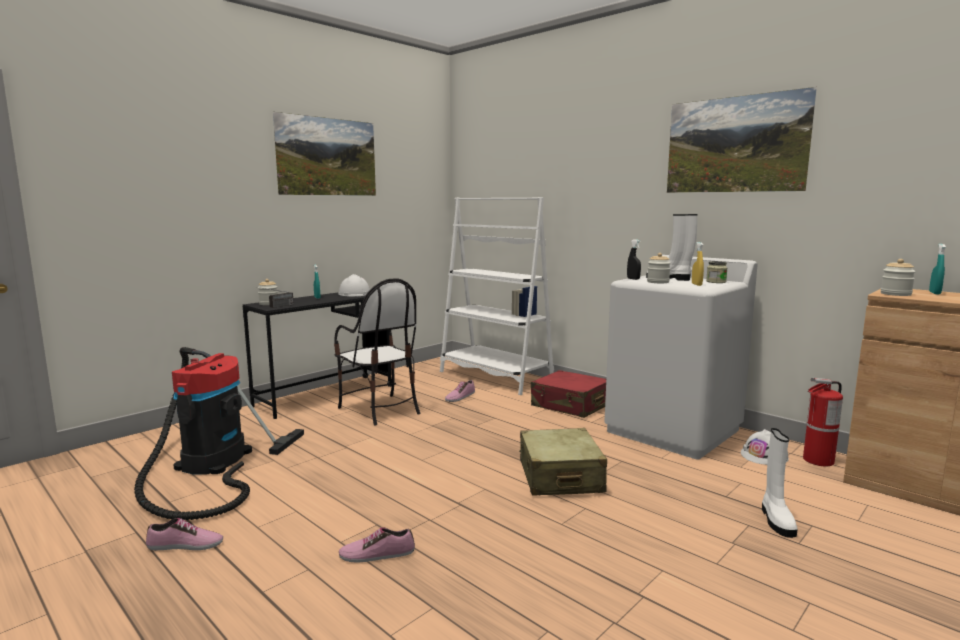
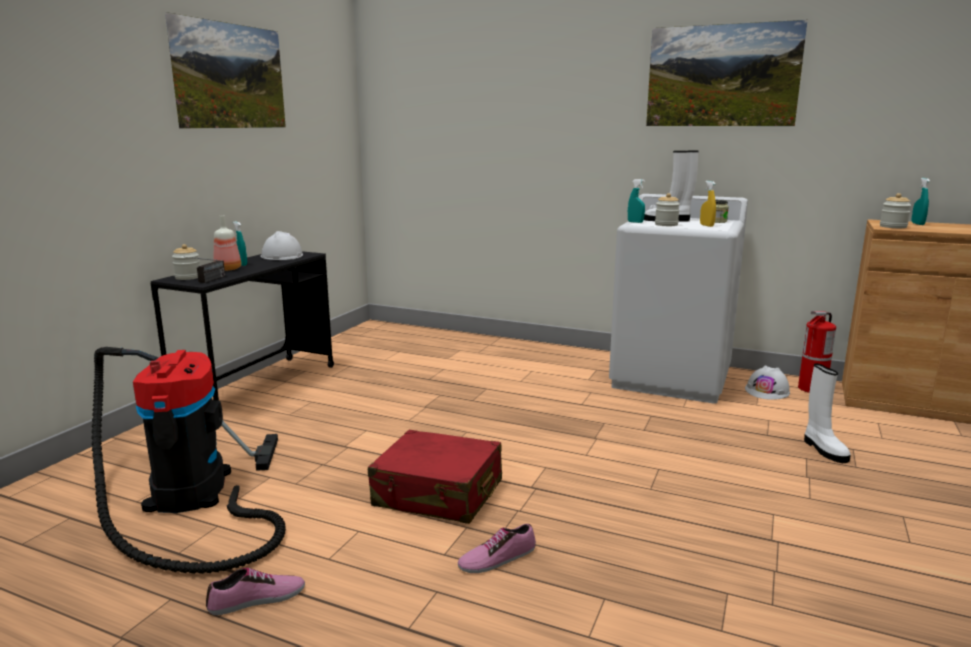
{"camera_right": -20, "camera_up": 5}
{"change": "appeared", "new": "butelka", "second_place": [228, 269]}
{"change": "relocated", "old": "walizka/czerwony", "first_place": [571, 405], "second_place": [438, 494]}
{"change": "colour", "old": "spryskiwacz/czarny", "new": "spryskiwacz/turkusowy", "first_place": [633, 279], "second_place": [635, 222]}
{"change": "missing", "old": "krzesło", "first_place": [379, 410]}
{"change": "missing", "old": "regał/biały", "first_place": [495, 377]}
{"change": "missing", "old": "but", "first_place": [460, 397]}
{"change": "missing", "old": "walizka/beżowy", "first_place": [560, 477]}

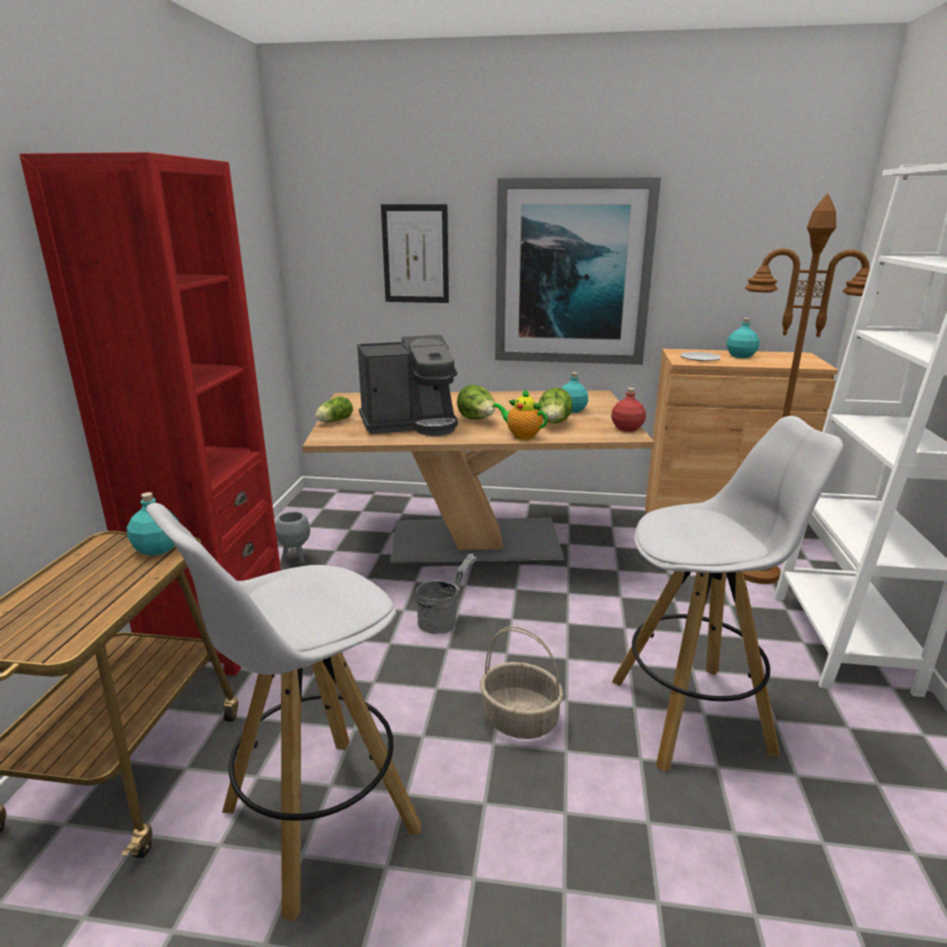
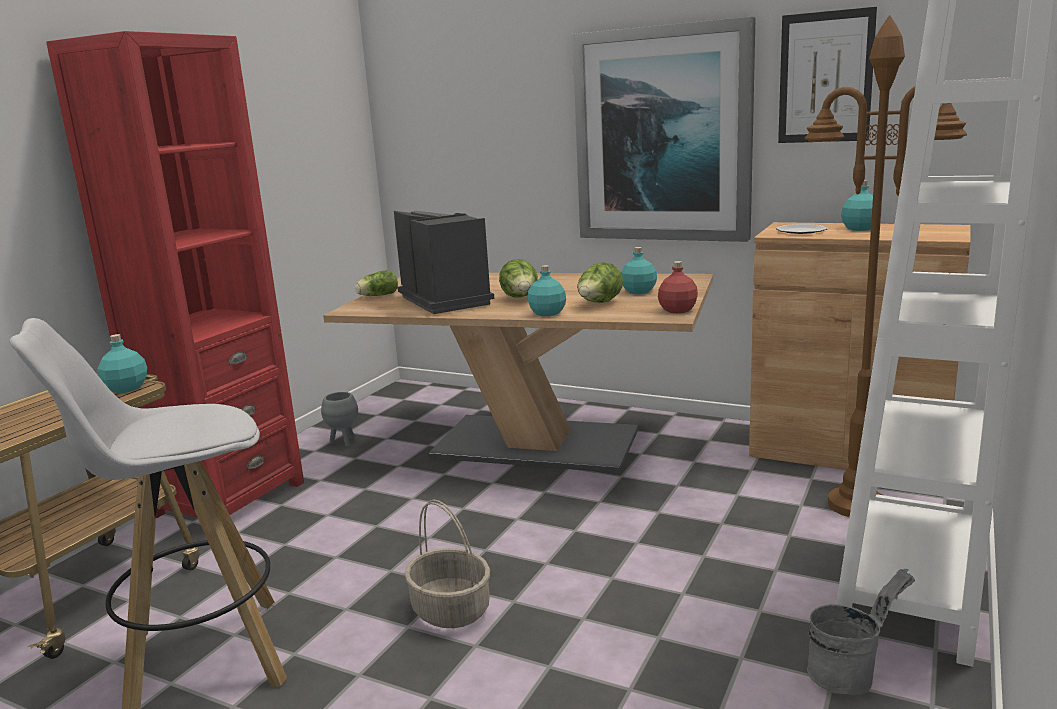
{"camera_right": 20, "camera_up": -5}
{"change": "spun", "old": "ekspres do kawy", "first_place": [411, 424], "second_place": [448, 300], "degrees": -120}
{"change": "exchanged", "old": "imbryk", "new": "butelka/turkusowy", "first_place": [521, 436], "second_place": [548, 313]}
{"change": "relocated", "old": "obraz", "first_place": [415, 254], "second_place": [825, 77]}
{"change": "relocated", "old": "wiadro/szary", "first_place": [443, 621], "second_place": [850, 673]}
{"change": "missing", "old": "stołek/biały", "first_place": [693, 715]}

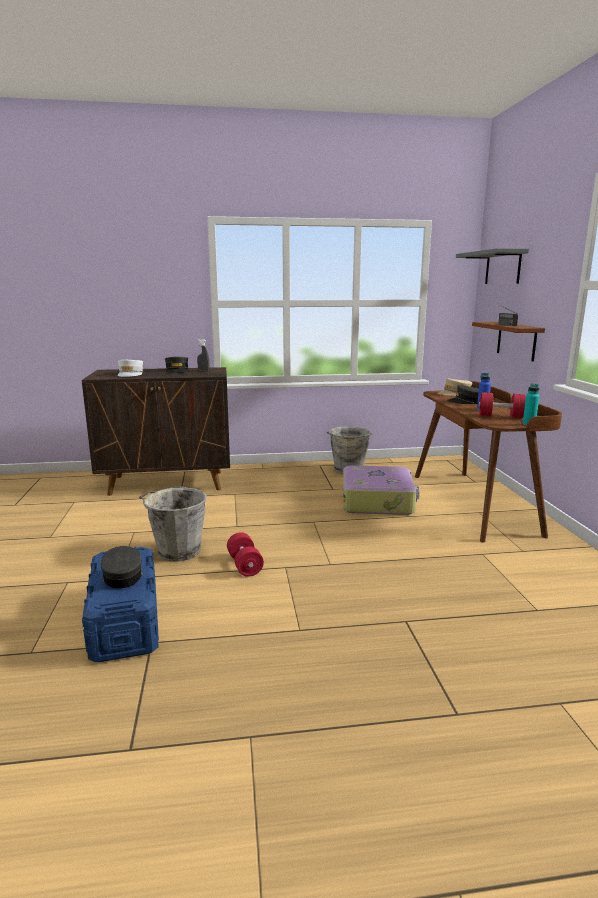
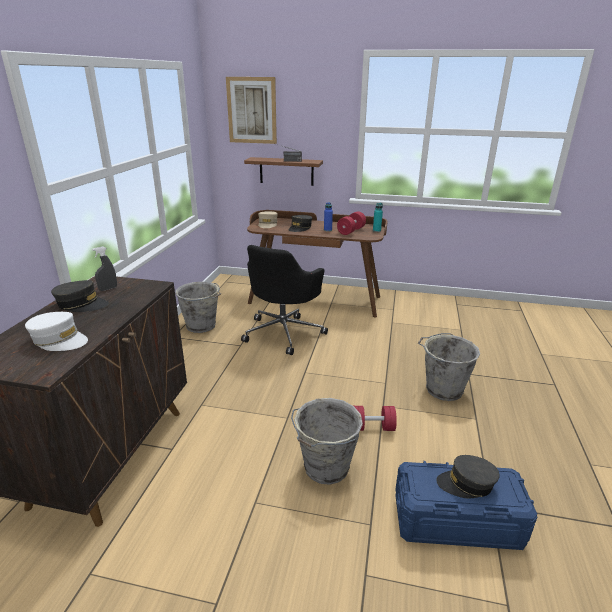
{"camera_right": -70, "camera_up": 10}
{"change": "exchanged", "old": "półka/szary", "new": "obraz", "first_place": [503, 267], "second_place": [252, 110]}
{"change": "exchanged", "old": "walizka", "new": "krzesło biurowe/czarny", "first_place": [378, 501], "second_place": [284, 332]}
{"change": "appeared", "new": "wiadro/szary", "second_place": [442, 389]}

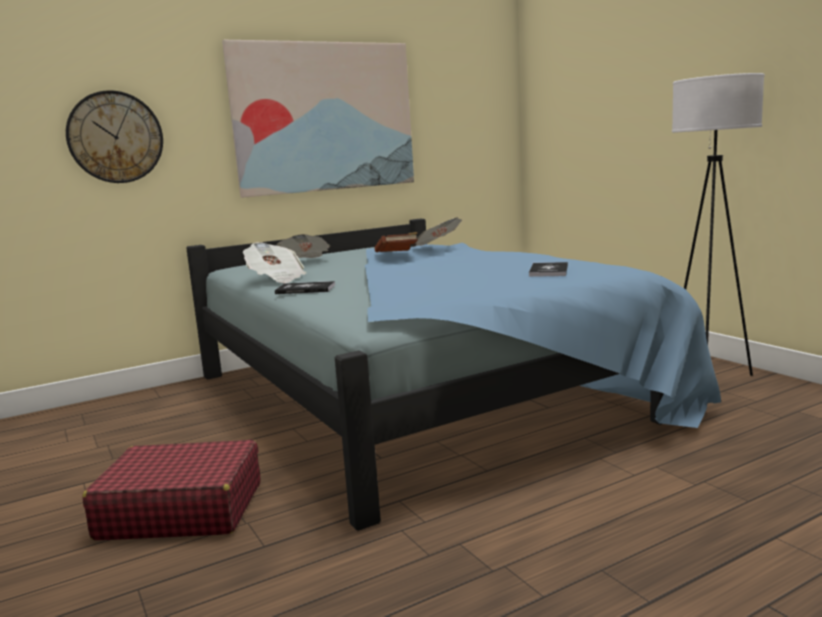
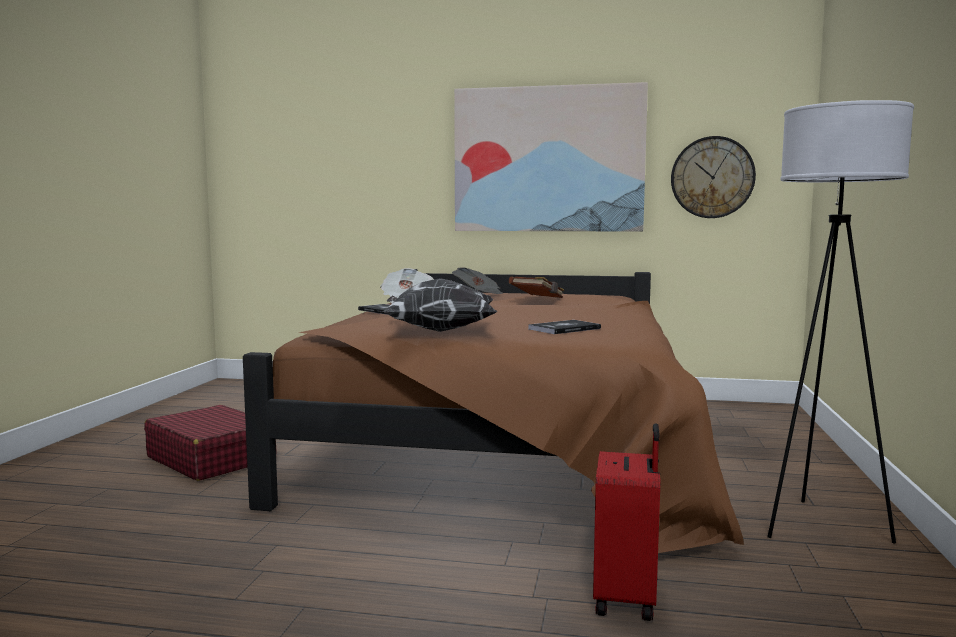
{"camera_right": 40, "camera_up": -5}
{"change": "colour", "old": "łóżko/niebieski", "new": "łóżko/brązowy", "first_place": [423, 395], "second_place": [508, 445]}
{"change": "appeared", "new": "poduszka", "second_place": [439, 331]}
{"change": "appeared", "new": "walizka/czerwony", "second_place": [627, 598]}
{"change": "relocated", "old": "zegar ścienny", "first_place": [115, 137], "second_place": [712, 177]}
{"change": "missing", "old": "gazeta", "first_place": [436, 247]}

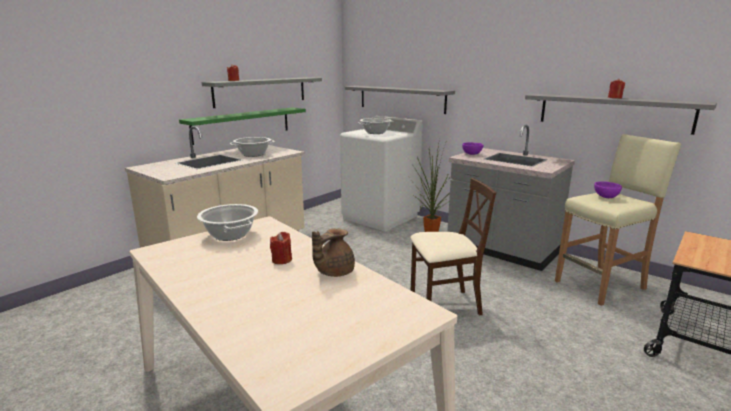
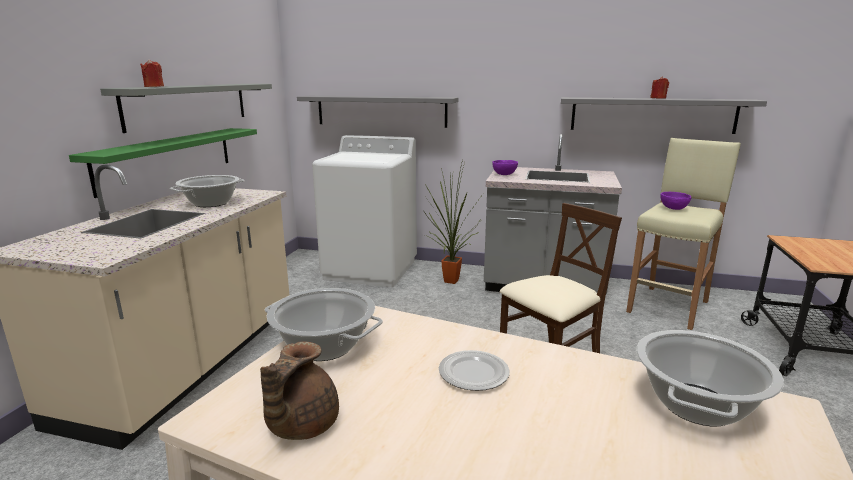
{"camera_right": -25, "camera_up": 0}
{"change": "relocated", "old": "imbryk/brązowy", "first_place": [333, 272], "second_place": [300, 426]}
{"change": "exchanged", "old": "świeca/czerwony", "new": "talerz", "first_place": [282, 260], "second_place": [473, 373]}
{"change": "relocated", "old": "garnek", "first_place": [375, 132], "second_place": [696, 404]}

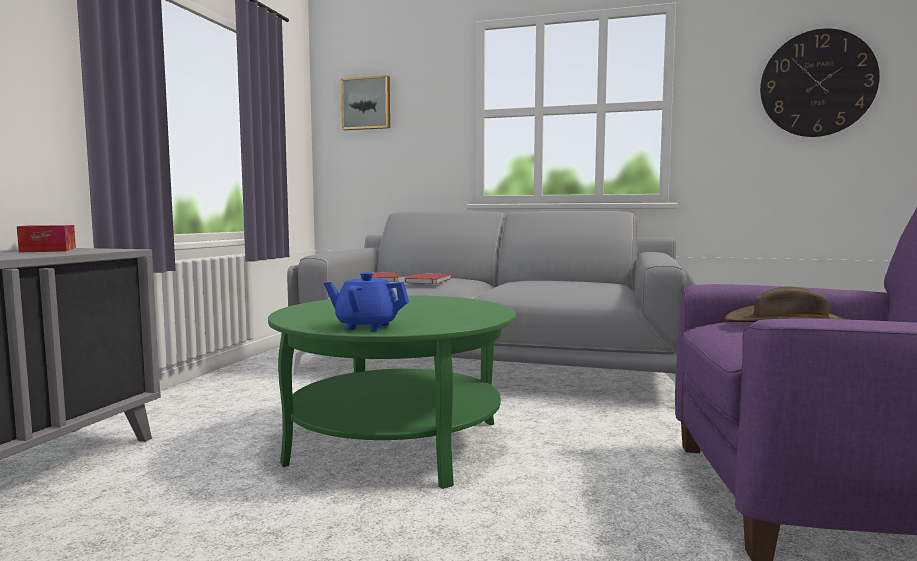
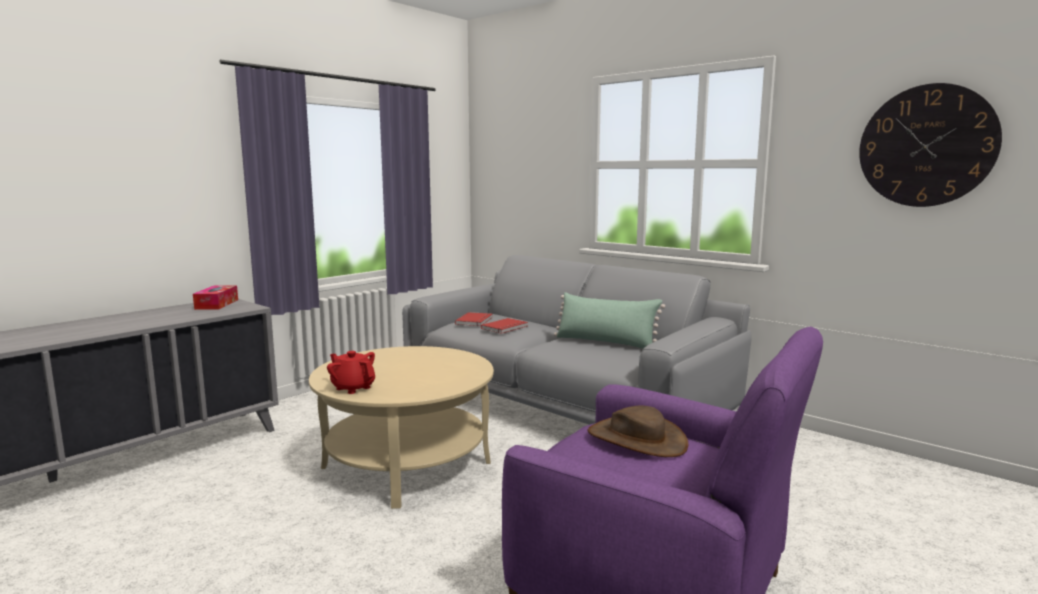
{"camera_right": 25, "camera_up": 5}
{"change": "colour", "old": "ława/zielony", "new": "ława/beżowy", "first_place": [396, 442], "second_place": [407, 464]}
{"change": "colour", "old": "imbryk/niebieski", "new": "imbryk/czerwony", "first_place": [366, 326], "second_place": [353, 388]}
{"change": "appeared", "new": "poduszka/zielony", "second_place": [605, 342]}
{"change": "missing", "old": "obraz", "first_place": [366, 103]}

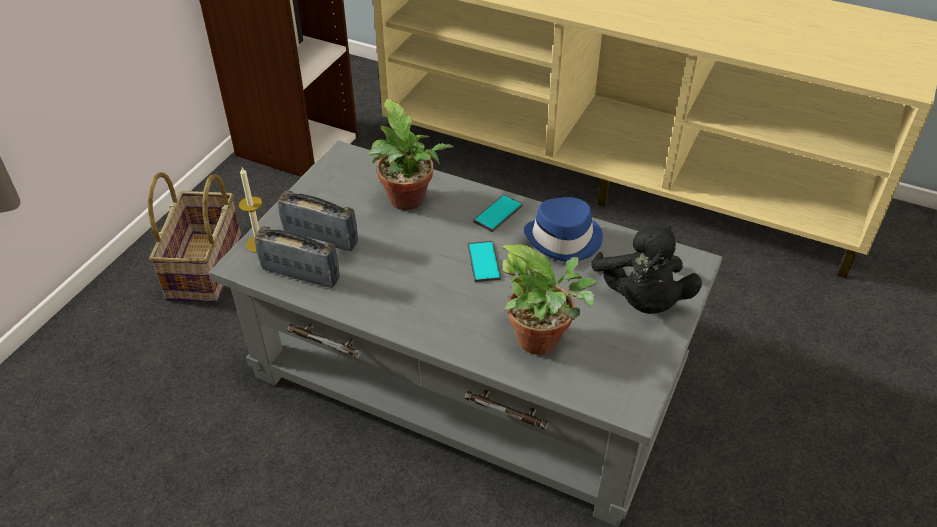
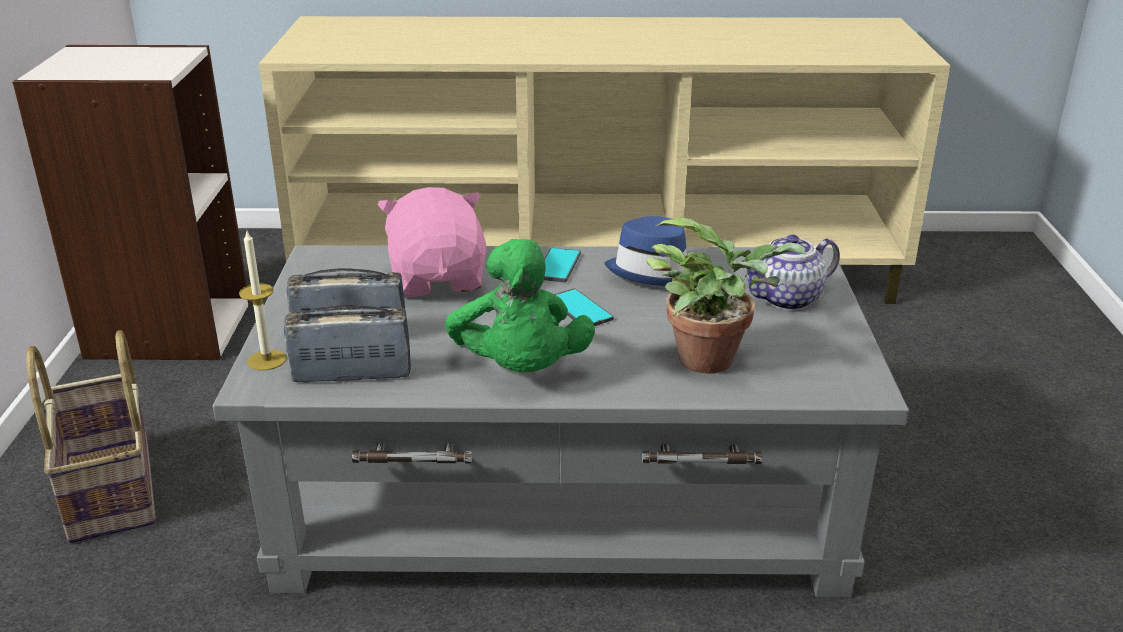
{"camera_right": -25, "camera_up": -15}
{"change": "exchanged", "old": "roślina doniczkowa", "new": "pluszak/różowy", "first_place": [408, 202], "second_place": [438, 279]}
{"change": "appeared", "new": "pluszak/zielony", "second_place": [520, 370]}
{"change": "exchanged", "old": "pluszak/czarny", "new": "imbryk", "first_place": [641, 300], "second_place": [785, 299]}

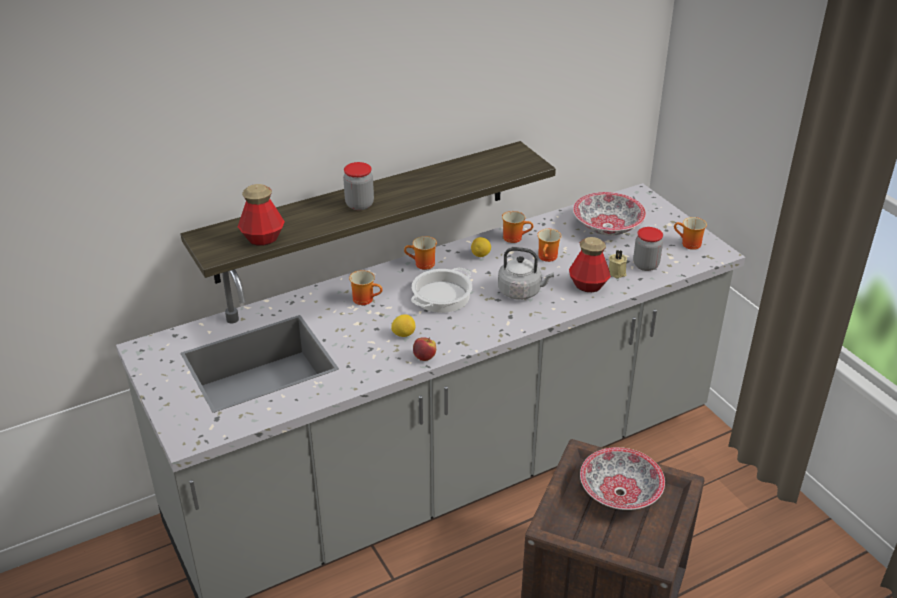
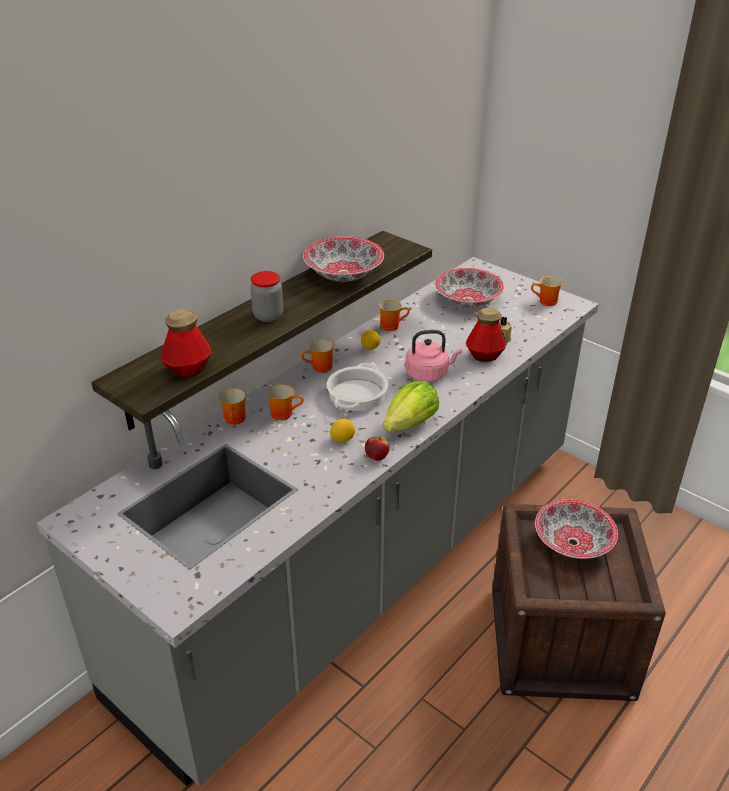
{"camera_right": -20, "camera_up": 0}
{"change": "relocated", "old": "kubek", "first_place": [548, 258], "second_place": [236, 420]}
{"change": "appeared", "new": "miska", "second_place": [343, 273]}
{"change": "appeared", "new": "sałata", "second_place": [411, 424]}
{"change": "colour", "old": "czajnik/szary", "new": "czajnik/różowy", "first_place": [521, 292], "second_place": [429, 374]}
{"change": "missing", "old": "słoik", "first_place": [645, 265]}

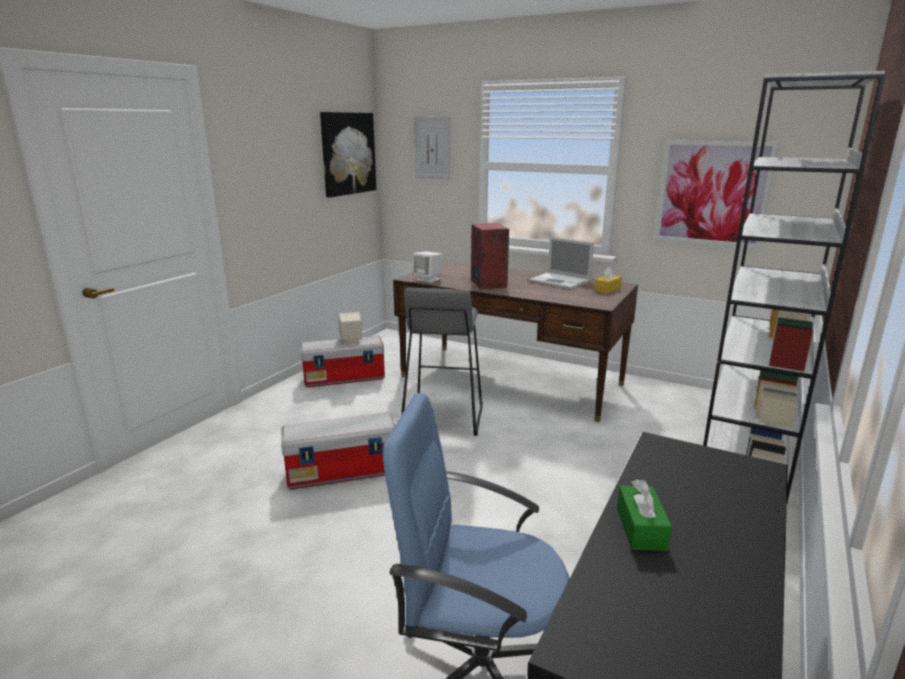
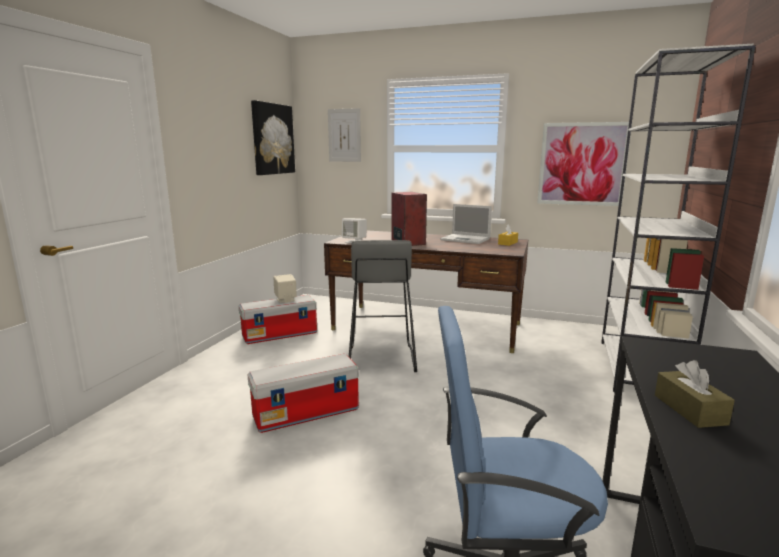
{"camera_right": -10, "camera_up": -5}
{"change": "colour", "old": "pudełko chusteczek/zielony", "new": "pudełko chusteczek/brązowy", "first_place": [641, 528], "second_place": [689, 409]}

